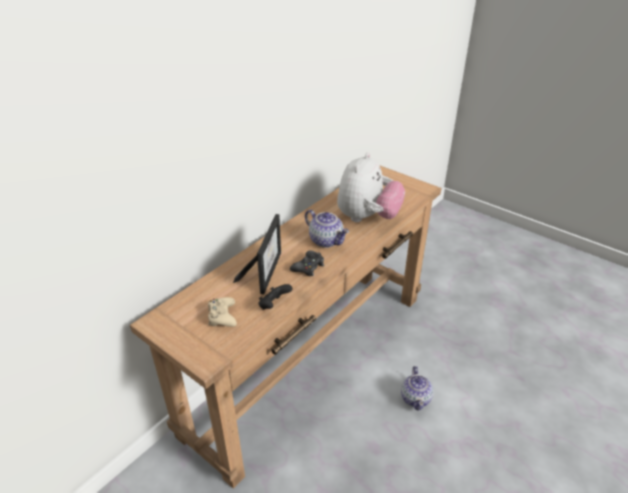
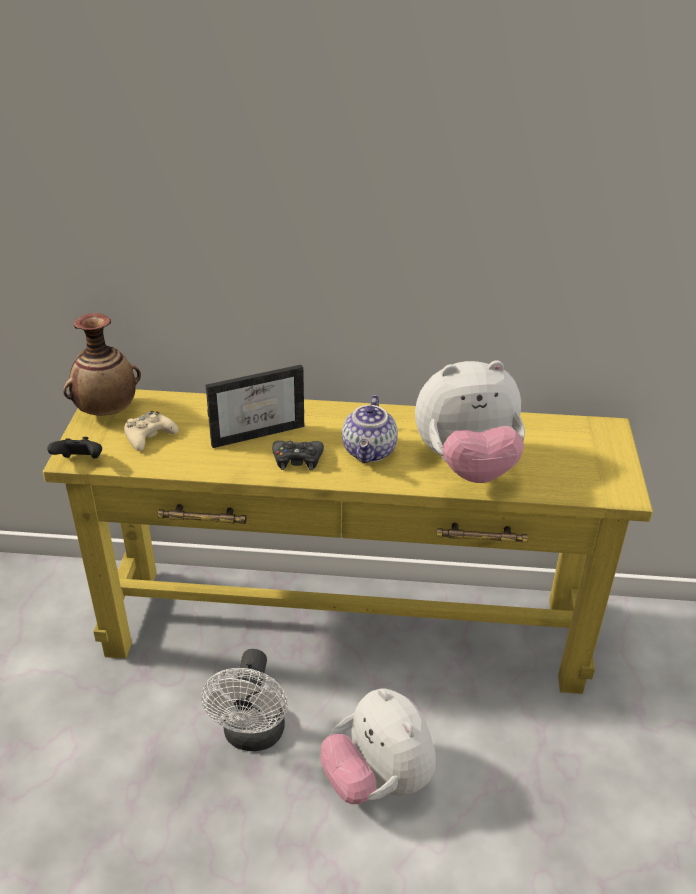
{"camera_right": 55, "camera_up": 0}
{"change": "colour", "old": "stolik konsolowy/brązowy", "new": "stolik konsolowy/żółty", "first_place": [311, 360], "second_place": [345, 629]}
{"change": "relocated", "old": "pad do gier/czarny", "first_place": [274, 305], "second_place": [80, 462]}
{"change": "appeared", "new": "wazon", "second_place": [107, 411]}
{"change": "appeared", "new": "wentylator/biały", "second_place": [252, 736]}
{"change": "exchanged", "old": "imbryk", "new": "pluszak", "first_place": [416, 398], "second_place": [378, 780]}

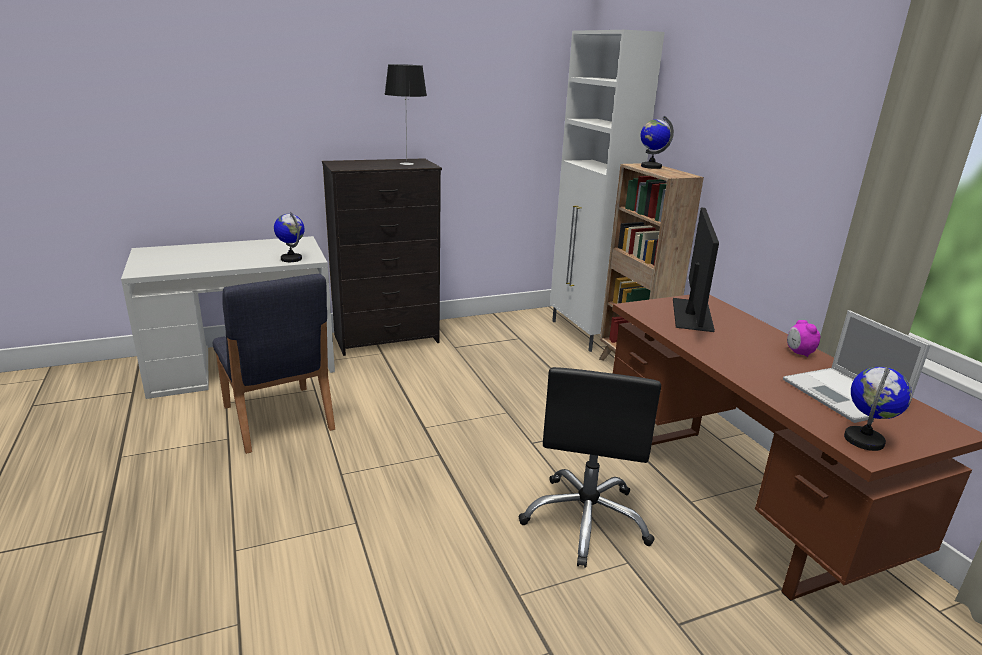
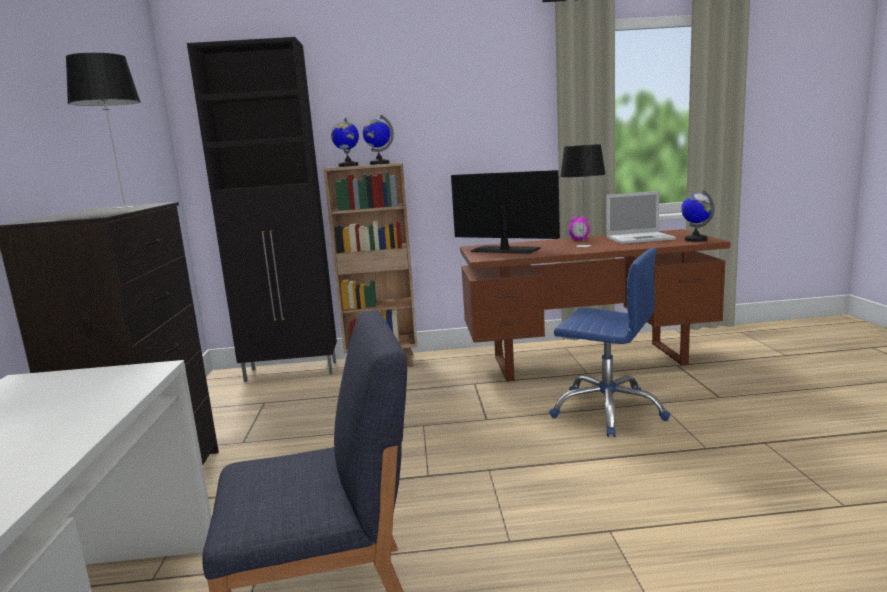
{"camera_right": -70, "camera_up": -10}
{"change": "colour", "old": "szafka/biały", "new": "szafka/czarny", "first_place": [584, 334], "second_place": [292, 371]}
{"change": "relocated", "old": "globus", "first_place": [291, 259], "second_place": [379, 164]}
{"change": "colour", "old": "krzesło biurowe/czarny", "new": "krzesło biurowe/niebieski", "first_place": [586, 520], "second_place": [608, 410]}
{"change": "appeared", "new": "lampa stołowa", "second_place": [583, 246]}

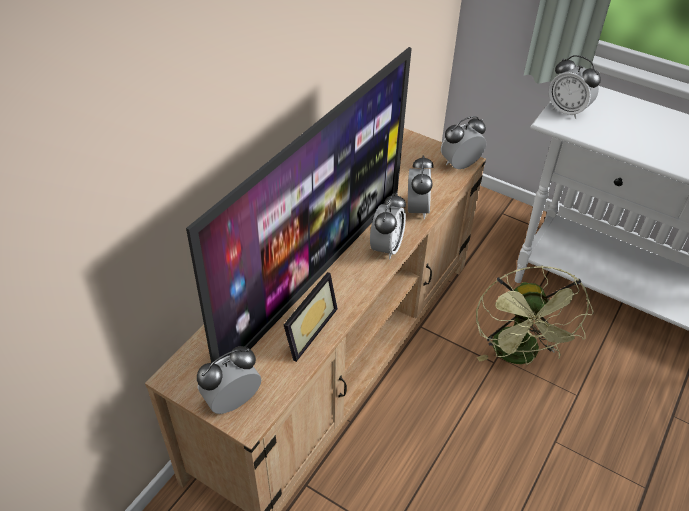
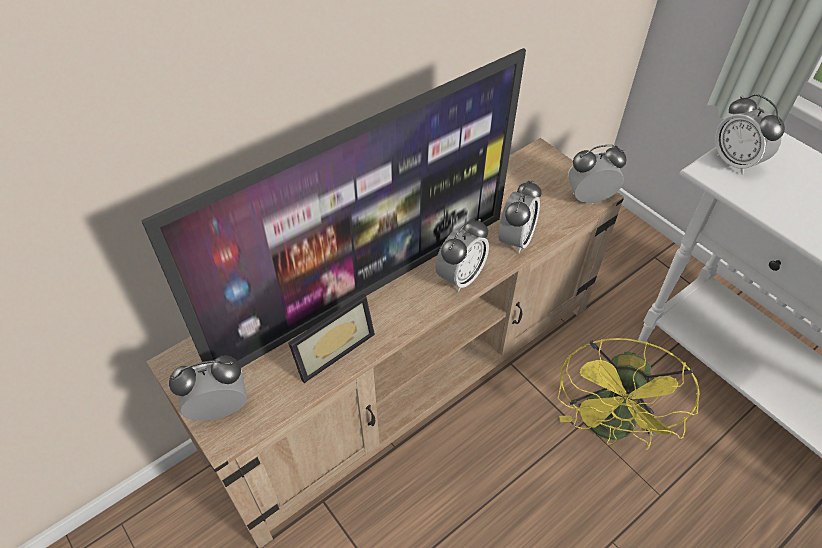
{"camera_right": 20, "camera_up": 5}
{"change": "colour", "old": "wentylator/zielony", "new": "wentylator/żółty", "first_place": [519, 355], "second_place": [609, 428]}

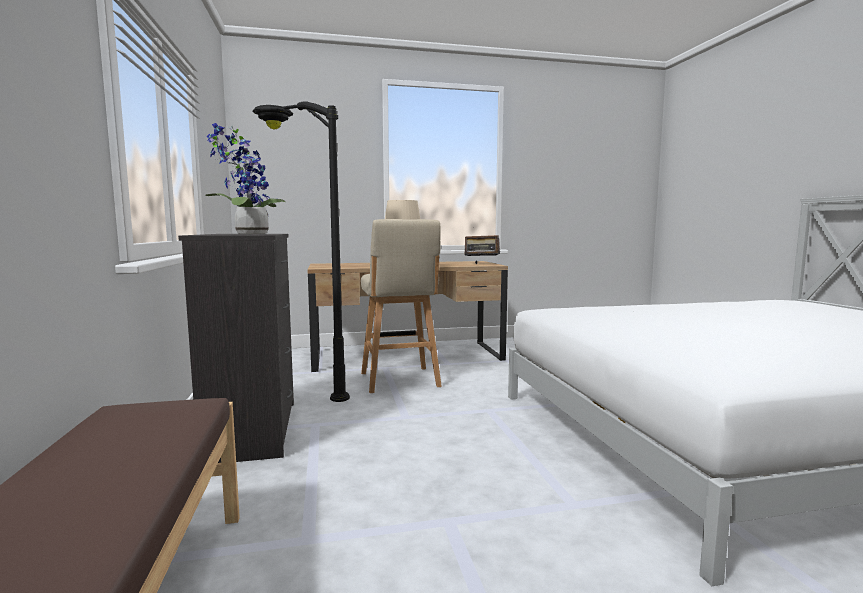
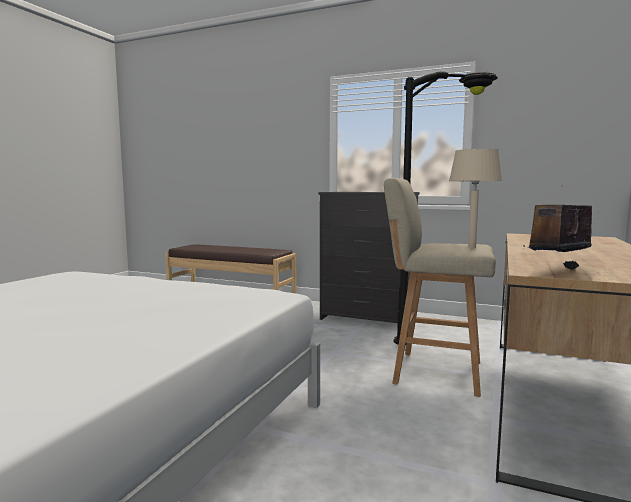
{"camera_right": 125, "camera_up": 0}
{"change": "missing", "old": "roślina doniczkowa", "first_place": [247, 234]}

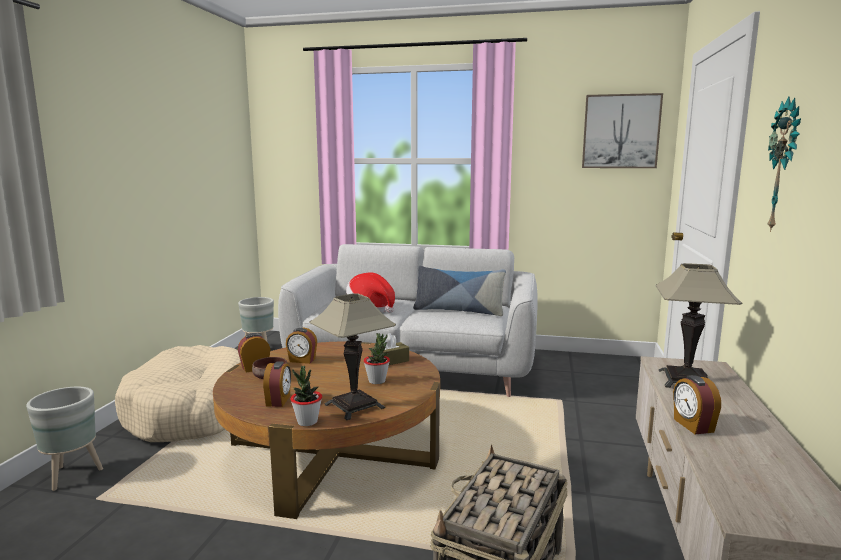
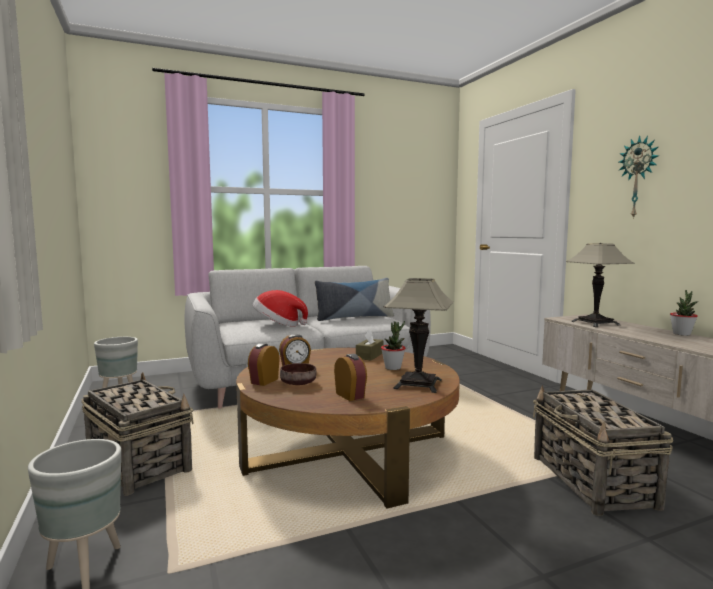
{"camera_right": -35, "camera_up": -5}
{"change": "exchanged", "old": "legowisko/beżowy", "new": "koszyk", "first_place": [192, 411], "second_place": [138, 464]}
{"change": "relocated", "old": "roślina doniczkowa", "first_place": [307, 422], "second_place": [681, 334]}
{"change": "missing", "old": "obraz", "first_place": [620, 131]}
{"change": "missing", "old": "budzik", "first_place": [692, 425]}

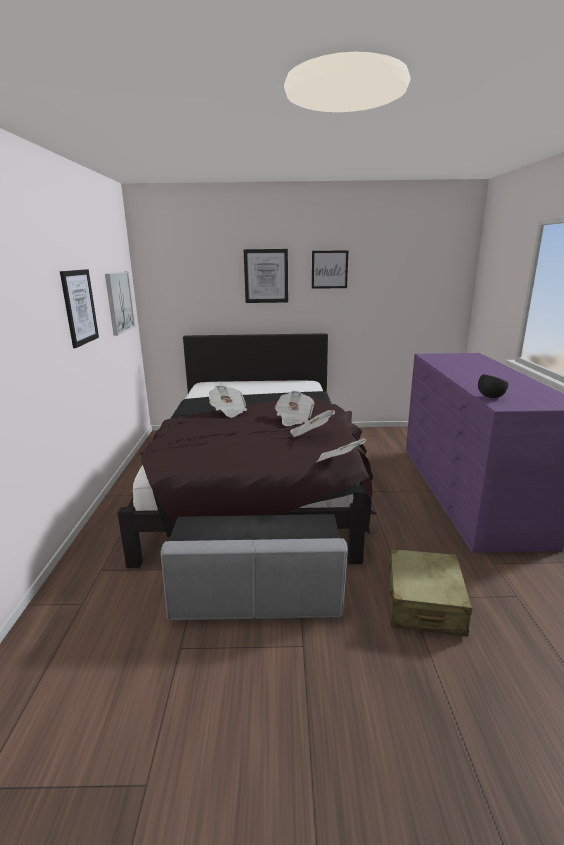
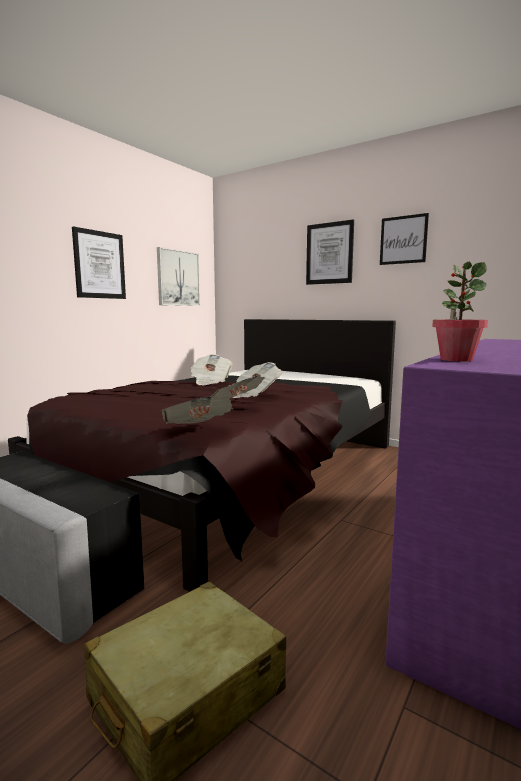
{"camera_right": 35, "camera_up": -10}
{"change": "exchanged", "old": "miska/czarny", "new": "roślina doniczkowa", "first_place": [490, 397], "second_place": [456, 359]}

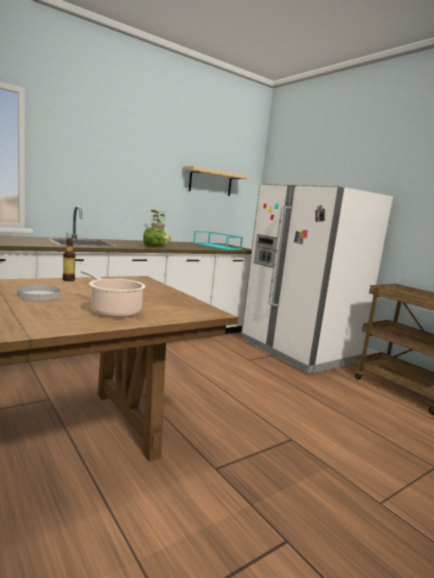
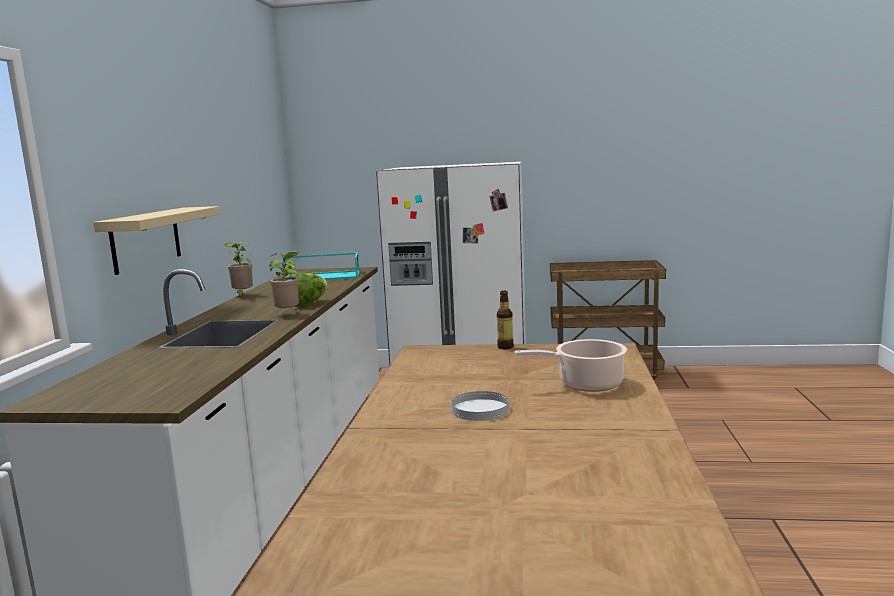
{"camera_right": -45, "camera_up": 0}
{"change": "relocated", "old": "półka/beżowy", "first_place": [210, 182], "second_place": [146, 239]}
{"change": "appeared", "new": "roślina doniczkowa", "second_place": [289, 314]}
{"change": "relocated", "old": "butelka", "first_place": [68, 280], "second_place": [505, 347]}

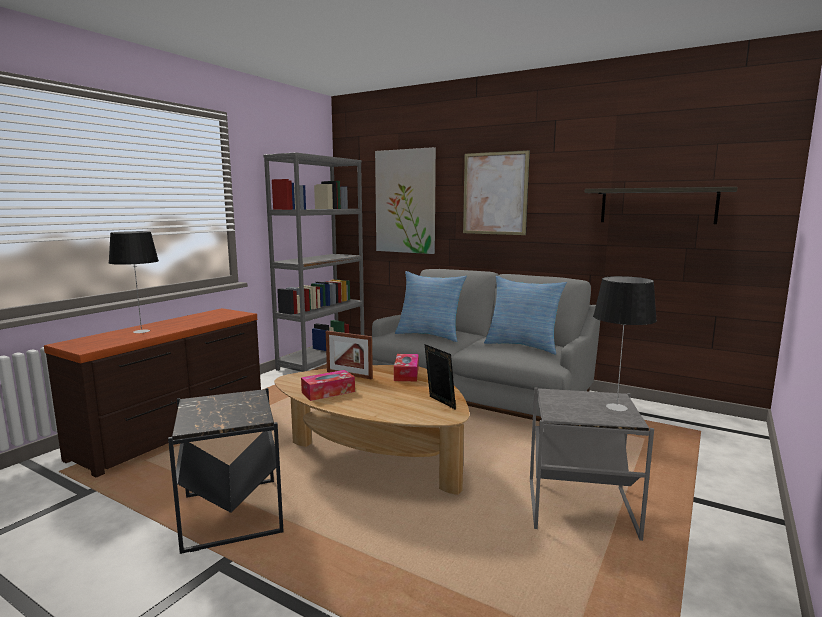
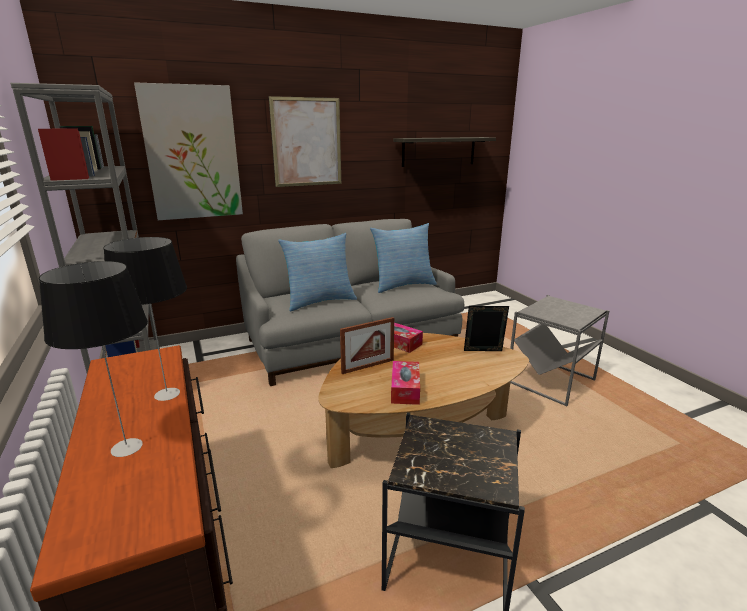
{"camera_right": -55, "camera_up": 10}
{"change": "relocated", "old": "lampa stołowa", "first_place": [615, 407], "second_place": [166, 394]}

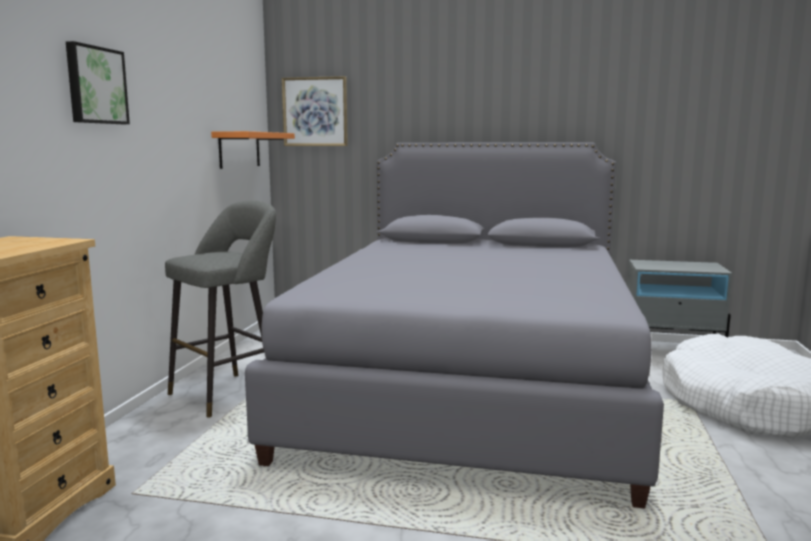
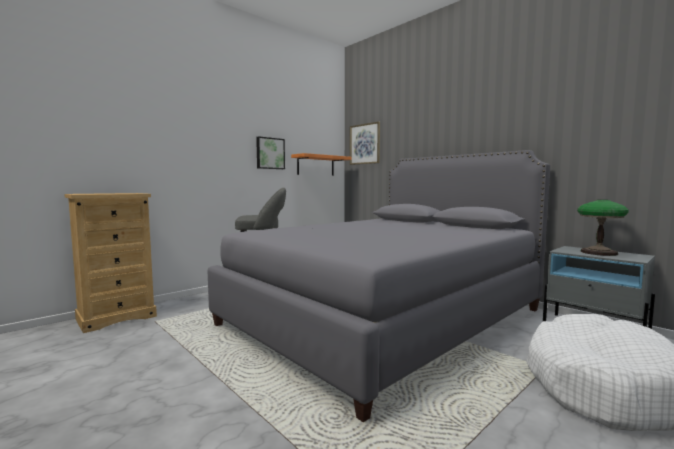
{"camera_right": 35, "camera_up": -5}
{"change": "relocated", "old": "obraz", "first_place": [95, 85], "second_place": [270, 153]}
{"change": "appeared", "new": "lampa stołowa", "second_place": [599, 253]}

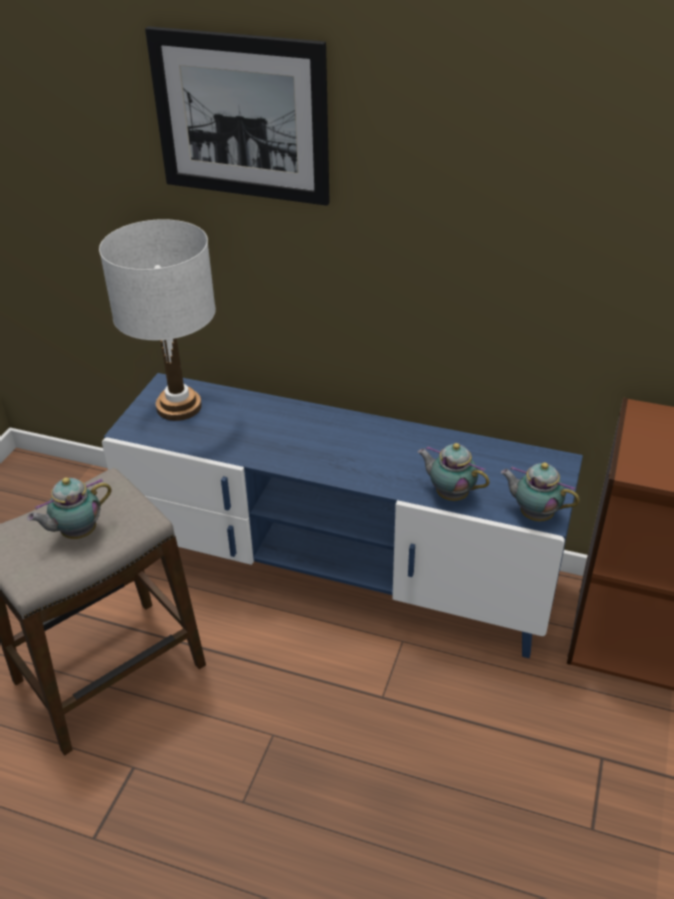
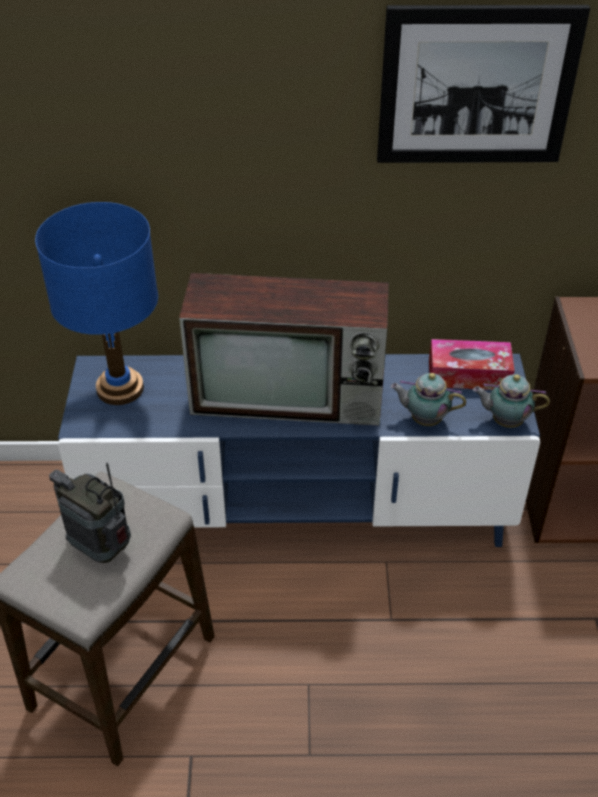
{"camera_right": -20, "camera_up": 5}
{"change": "colour", "old": "lampa stołowa/biały", "new": "lampa stołowa/niebieski", "first_place": [179, 407], "second_place": [120, 388]}
{"change": "exchanged", "old": "imbryk", "new": "radio", "first_place": [77, 533], "second_place": [102, 549]}
{"change": "appeared", "new": "telewizor", "second_place": [291, 395]}
{"change": "relocated", "old": "obraz", "first_place": [241, 117], "second_place": [476, 86]}
{"change": "appeared", "new": "pudełko chusteczek", "second_place": [468, 374]}

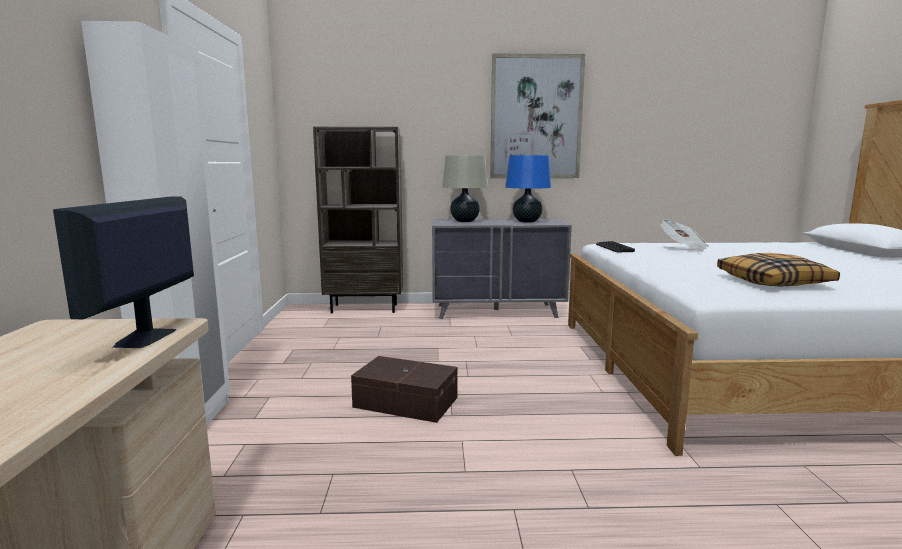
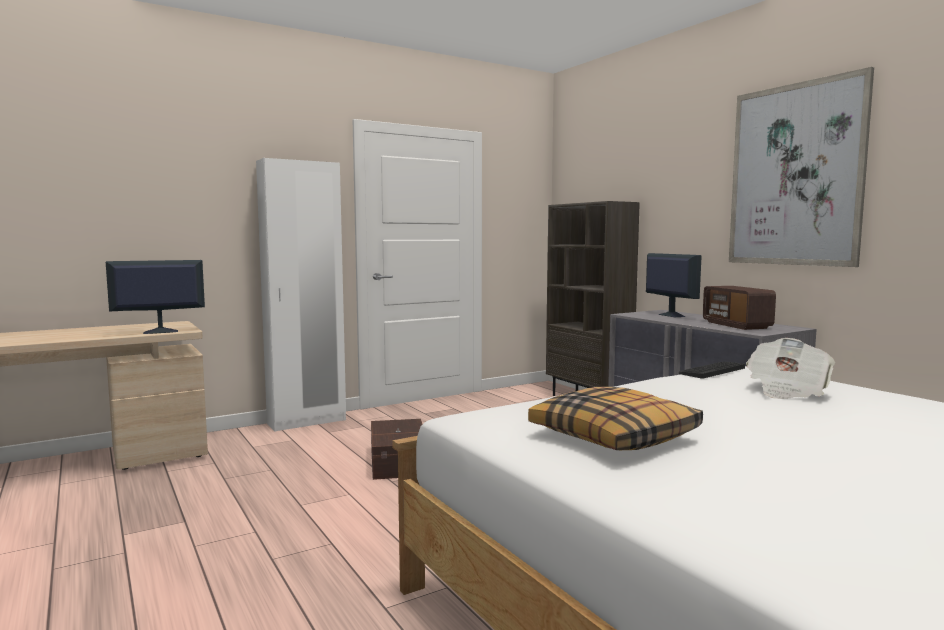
{"camera_right": 60, "camera_up": -5}
{"change": "exchanged", "old": "lampa stołowa/beżowy", "new": "monitor", "first_place": [464, 221], "second_place": [671, 315]}
{"change": "exchanged", "old": "lampa stołowa/niebieski", "new": "radio", "first_place": [526, 221], "second_place": [736, 325]}

